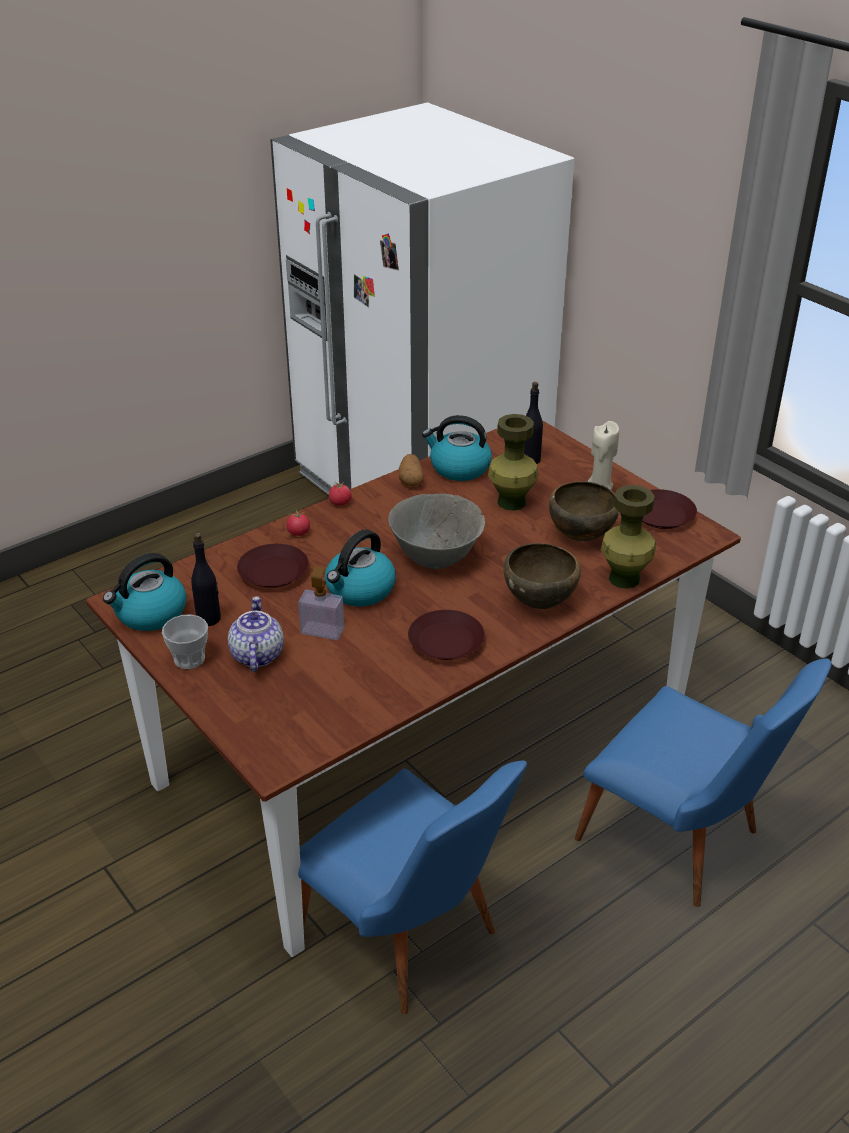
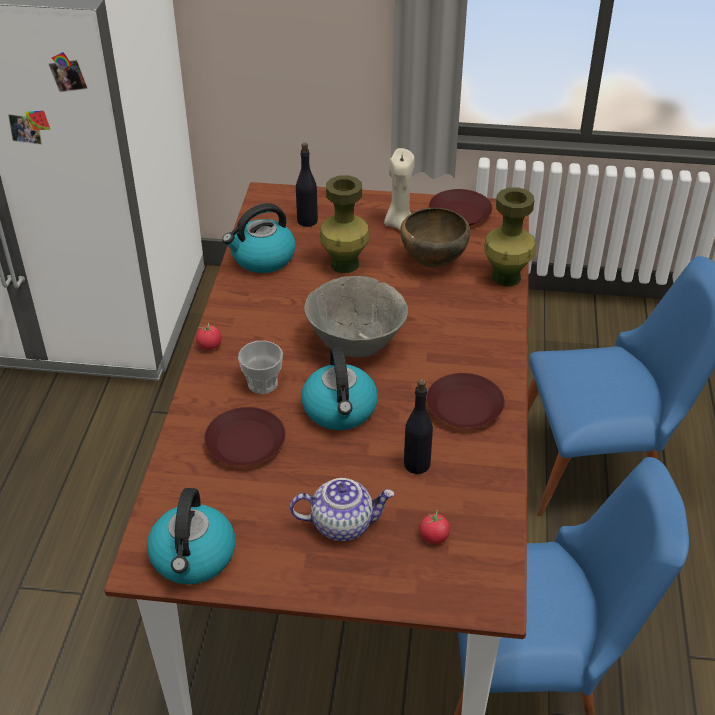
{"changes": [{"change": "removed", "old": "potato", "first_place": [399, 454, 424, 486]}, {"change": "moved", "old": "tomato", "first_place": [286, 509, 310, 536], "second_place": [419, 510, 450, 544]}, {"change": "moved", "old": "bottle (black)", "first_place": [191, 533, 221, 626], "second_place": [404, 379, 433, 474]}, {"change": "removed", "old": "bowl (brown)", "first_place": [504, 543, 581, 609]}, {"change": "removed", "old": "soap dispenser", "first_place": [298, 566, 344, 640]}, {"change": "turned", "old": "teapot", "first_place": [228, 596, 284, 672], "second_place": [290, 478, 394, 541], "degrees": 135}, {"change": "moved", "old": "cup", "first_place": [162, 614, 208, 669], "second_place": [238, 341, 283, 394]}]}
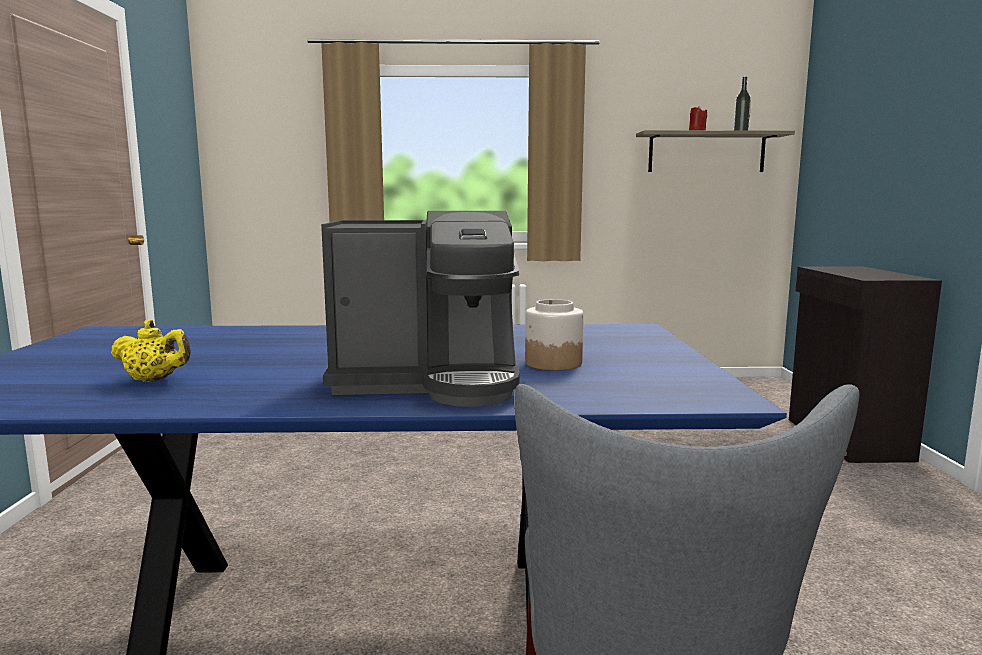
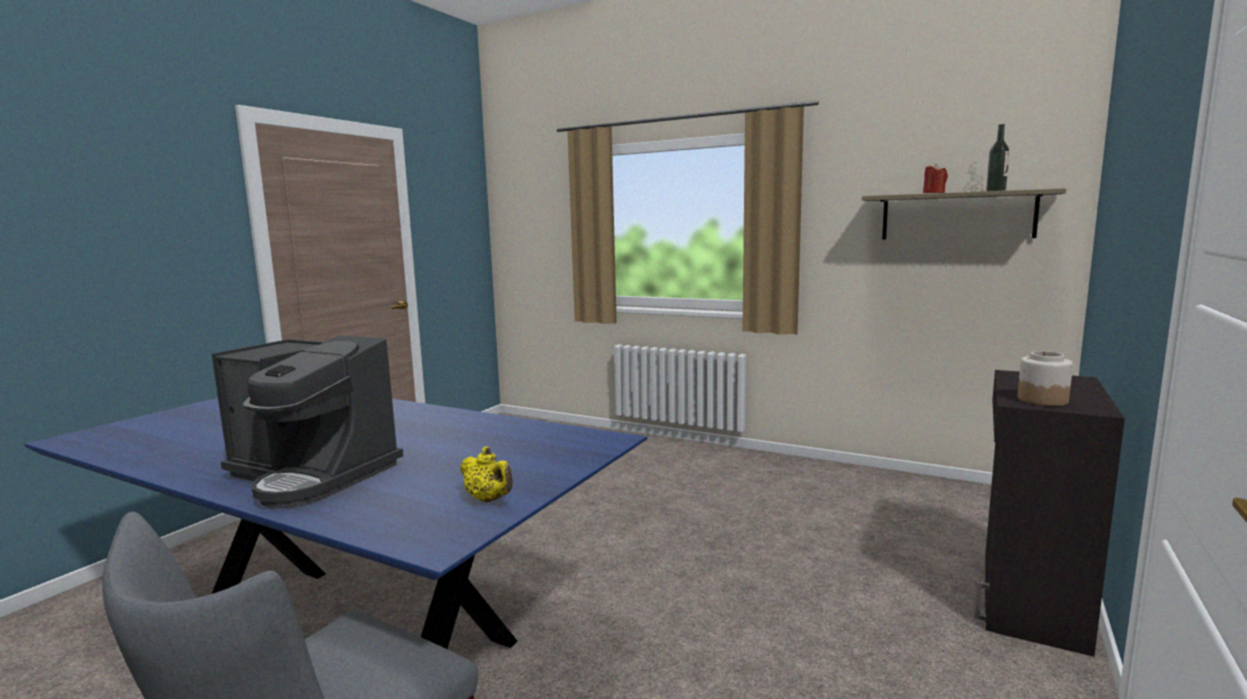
{"changes": [{"change": "moved", "old": "jar", "first_place": [525, 299, 584, 370], "second_place": [1017, 351, 1073, 406]}, {"change": "moved", "old": "teapot (yellow)", "first_place": [111, 319, 191, 381], "second_place": [460, 446, 513, 502]}]}
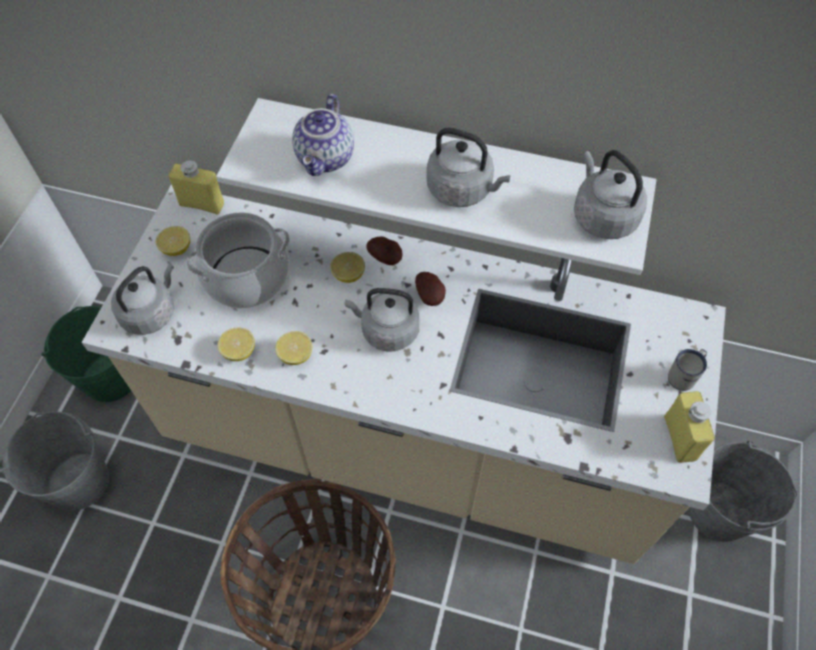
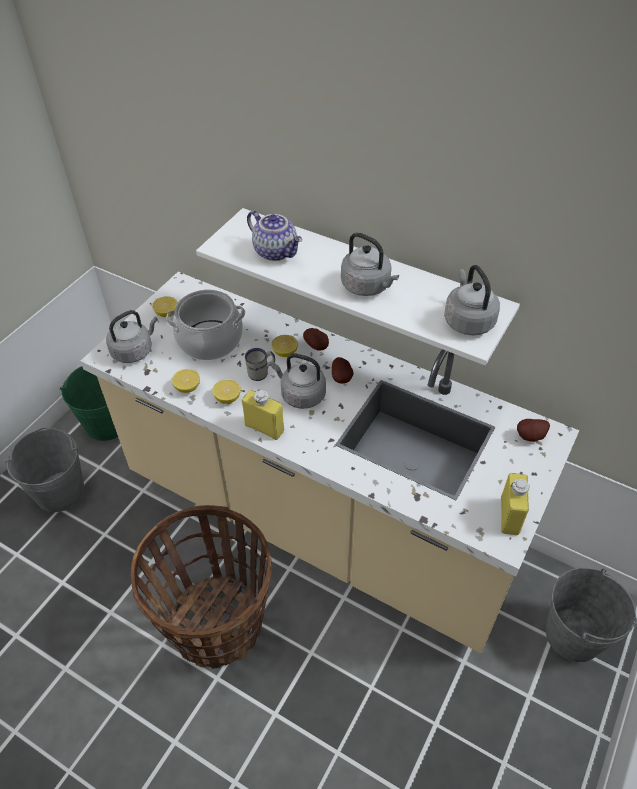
{"changes": [{"change": "turned", "old": "teapot", "first_place": [292, 94, 354, 176], "second_place": [247, 211, 302, 261], "degrees": -75}, {"change": "moved", "old": "bottle (yellow)", "first_place": [168, 161, 224, 214], "second_place": [242, 390, 284, 440]}, {"change": "moved", "old": "mug (white)", "first_place": [668, 349, 707, 391], "second_place": [245, 348, 275, 381]}, {"change": "added", "new": "potato", "second_place": [517, 419, 550, 442]}]}
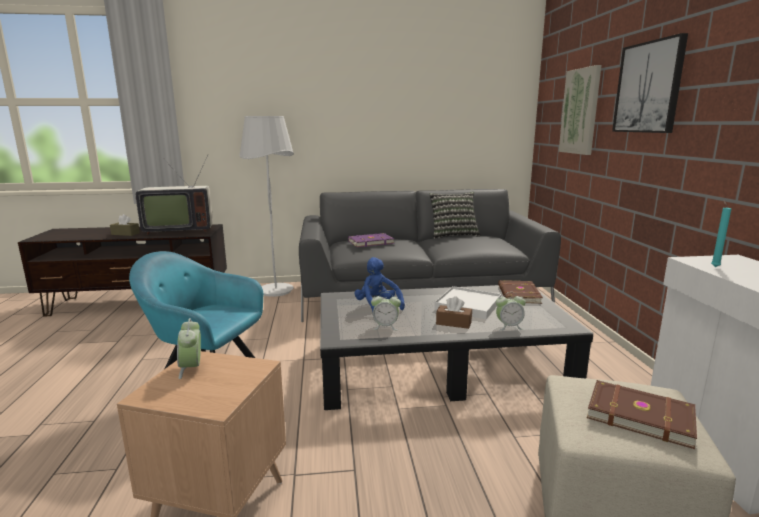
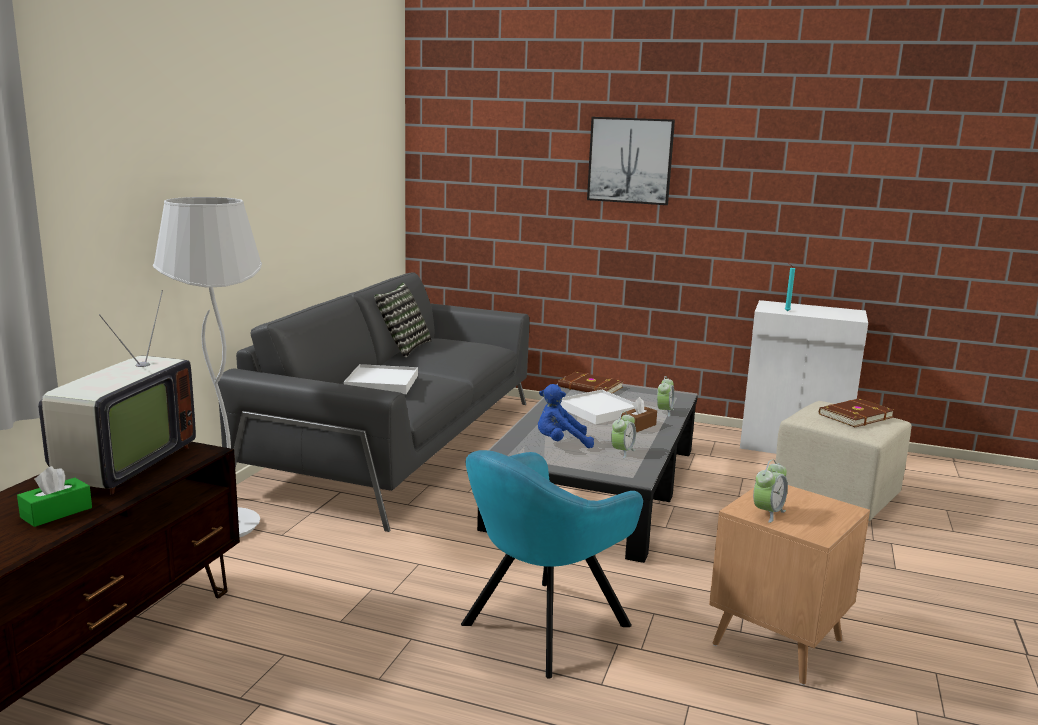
{"changes": [{"change": "removed", "old": "picture", "first_place": [559, 65, 602, 155]}, {"change": "recoloured", "old": "tissue box (brown)", "new": "tissue box (green)", "first_place": [110, 214, 140, 236], "second_place": [17, 466, 92, 527]}, {"change": "replaced", "old": "book (purple)", "new": "tray (white)", "first_place": [348, 233, 395, 247], "second_place": [344, 364, 418, 394]}, {"change": "turned", "old": "alarm clock", "first_place": [177, 318, 201, 379], "second_place": [753, 459, 788, 523], "degrees": -60}]}
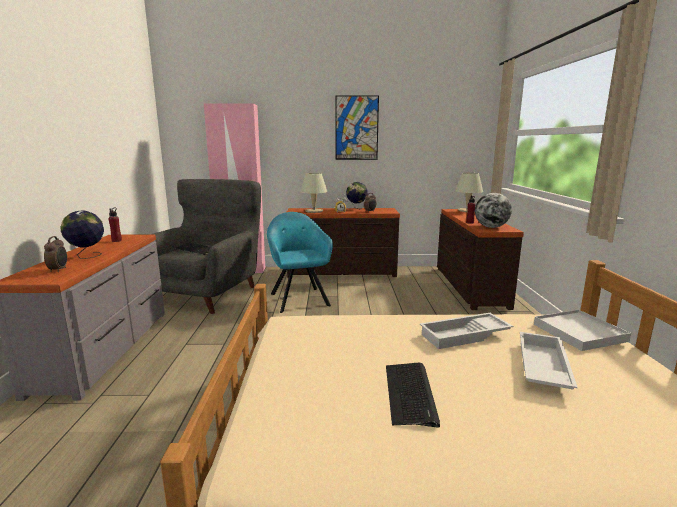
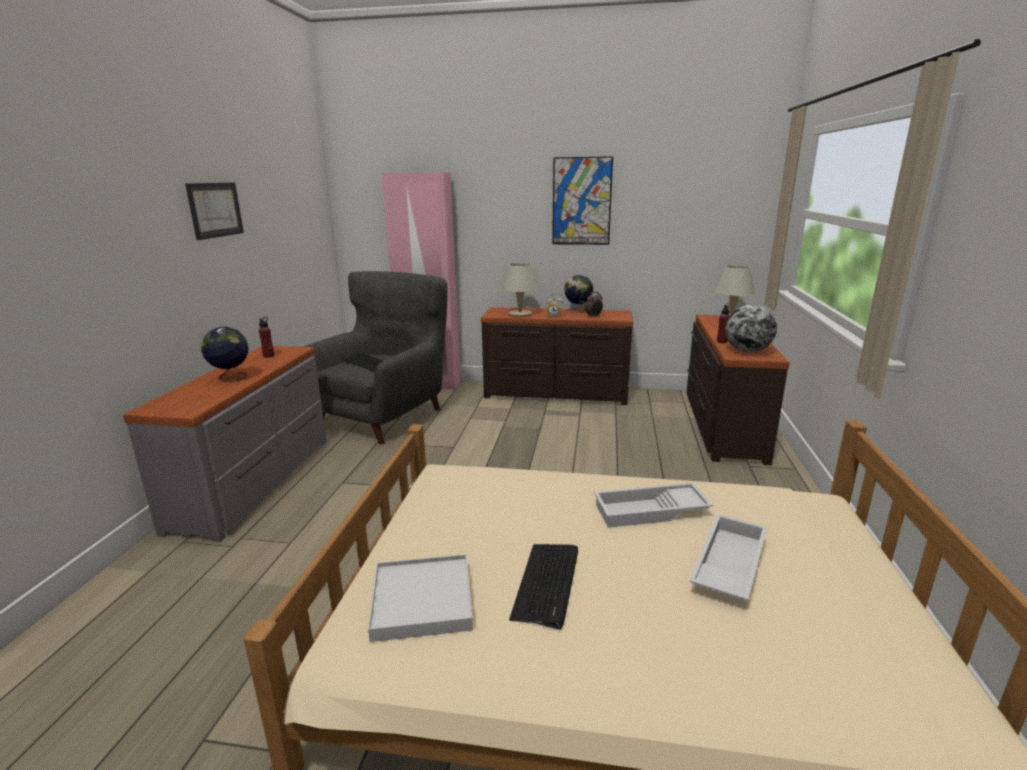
{"changes": [{"change": "removed", "old": "armchair (turquoise)", "first_place": [267, 212, 333, 313]}, {"change": "removed", "old": "alarm clock", "first_place": [44, 236, 67, 272]}, {"change": "moved", "old": "tray (white)", "first_place": [534, 310, 631, 351], "second_place": [368, 554, 473, 642]}, {"change": "added", "new": "picture", "second_place": [185, 183, 244, 240]}]}
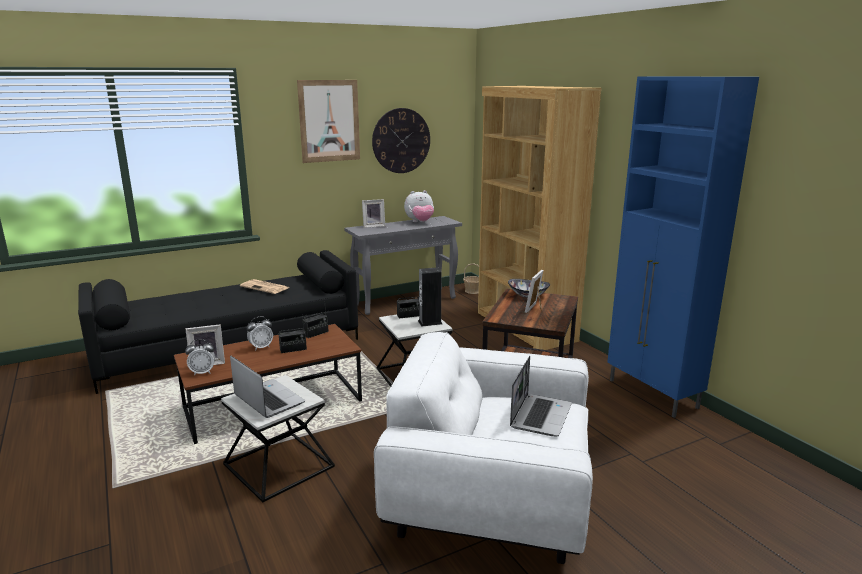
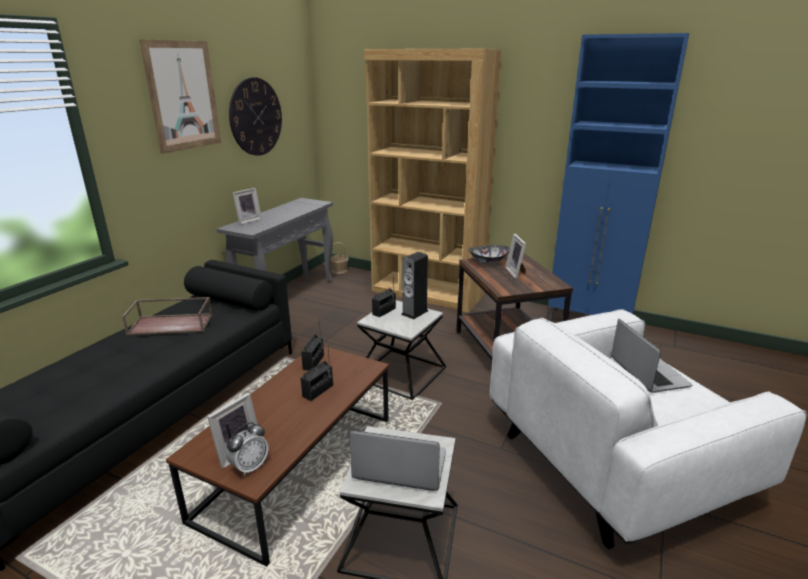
{"changes": [{"change": "removed", "old": "plush toy", "first_place": [404, 190, 434, 222]}, {"change": "replaced", "old": "newspaper", "new": "tray (brown)", "first_place": [240, 279, 289, 294], "second_place": [122, 297, 213, 335]}, {"change": "removed", "old": "alarm clock", "first_place": [247, 316, 273, 351]}]}
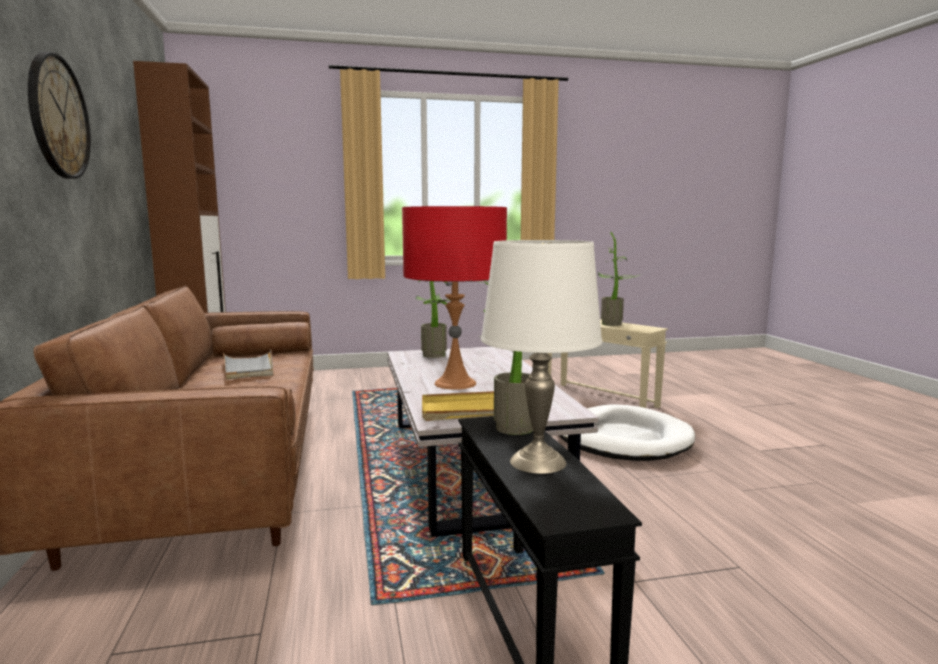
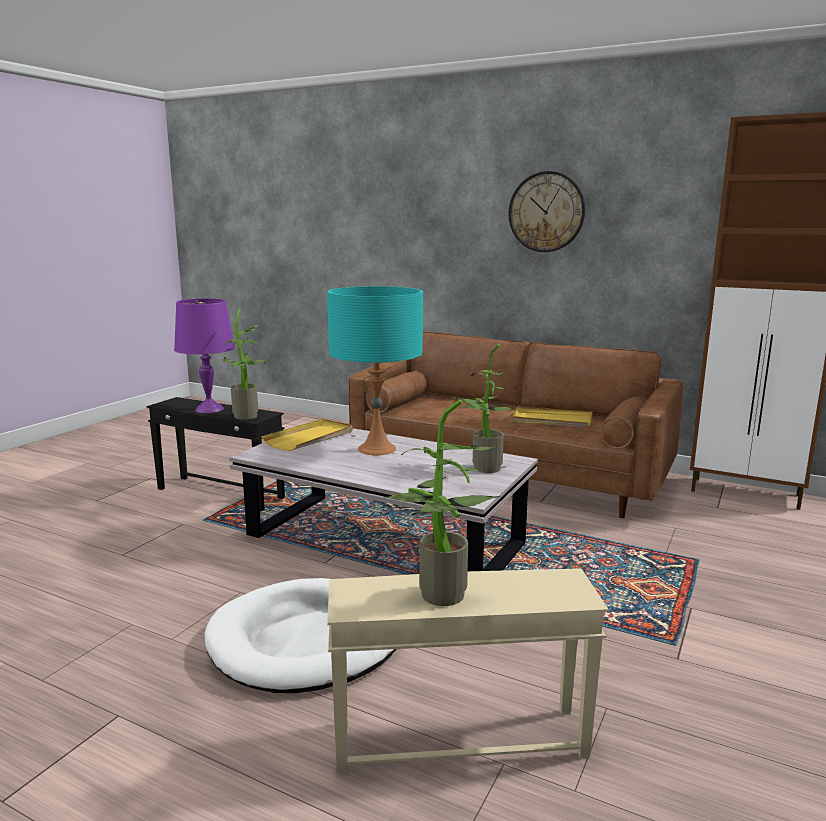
{"changes": [{"change": "recoloured", "old": "table lamp (red)", "new": "table lamp (turquoise)", "first_place": [402, 206, 507, 390], "second_place": [327, 286, 423, 455]}, {"change": "recoloured", "old": "table lamp (white)", "new": "table lamp (purple)", "first_place": [481, 240, 602, 474], "second_place": [174, 299, 235, 413]}, {"change": "recoloured", "old": "tray (grey)", "new": "tray (yellow)", "first_place": [223, 350, 273, 380], "second_place": [510, 407, 592, 427]}]}
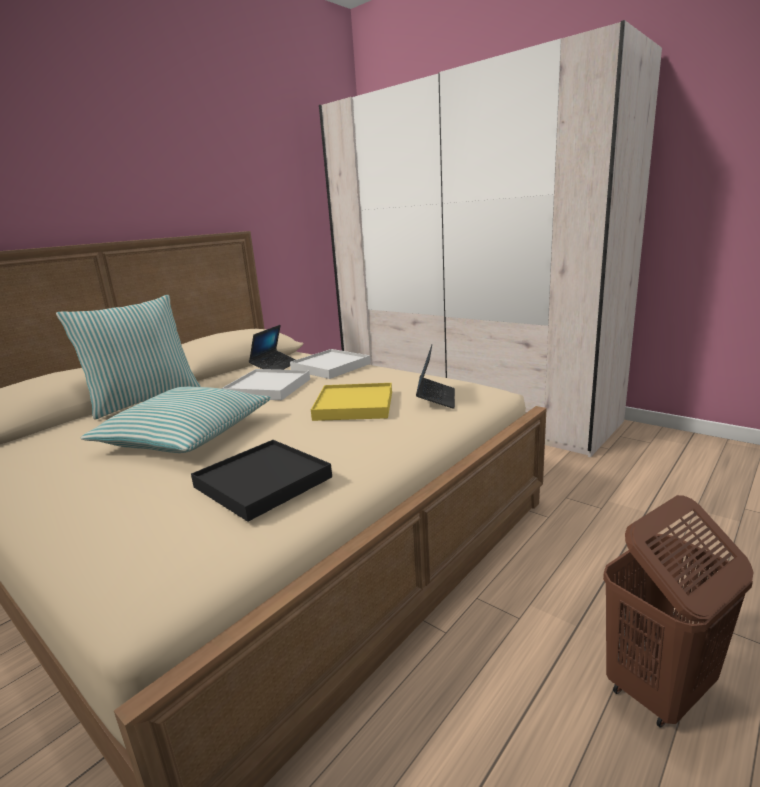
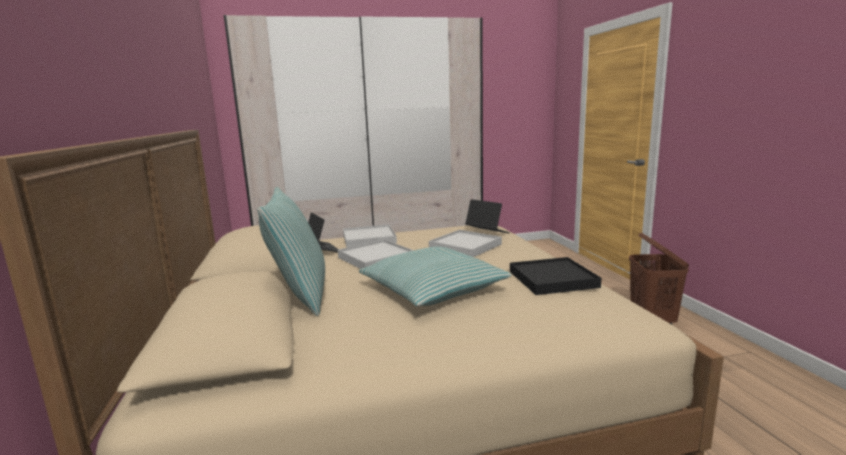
{"changes": [{"change": "recoloured", "old": "tray (yellow)", "new": "tray (white)", "first_place": [311, 383, 392, 421], "second_place": [429, 230, 502, 257]}]}
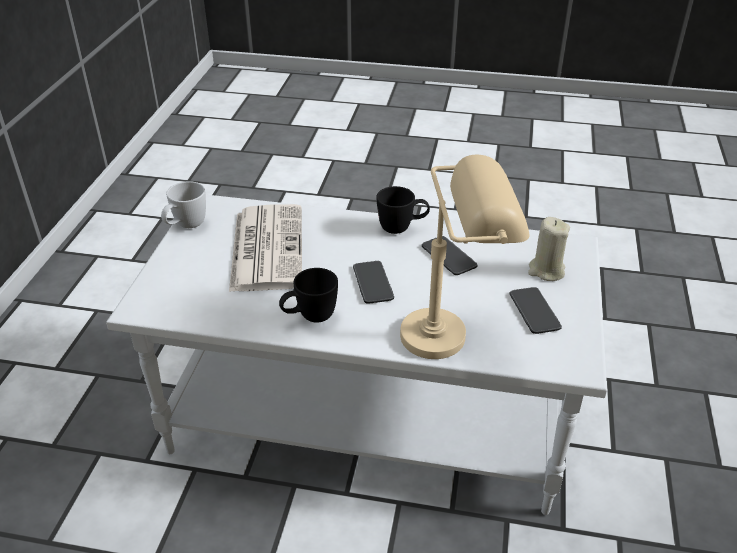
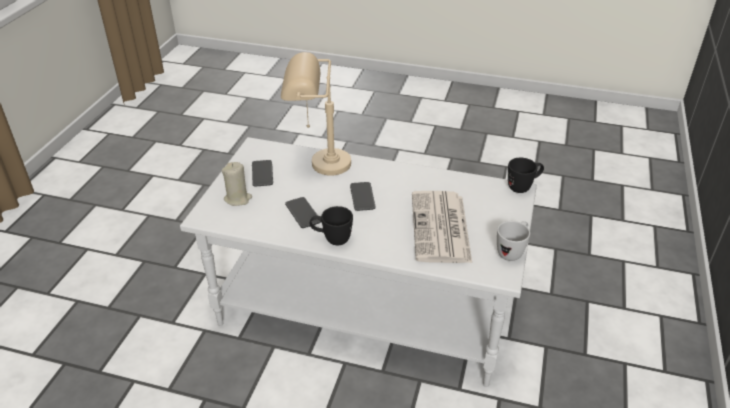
{"changes": [{"change": "moved", "old": "mug (black)", "first_place": [279, 268, 338, 322], "second_place": [508, 158, 544, 193]}]}
